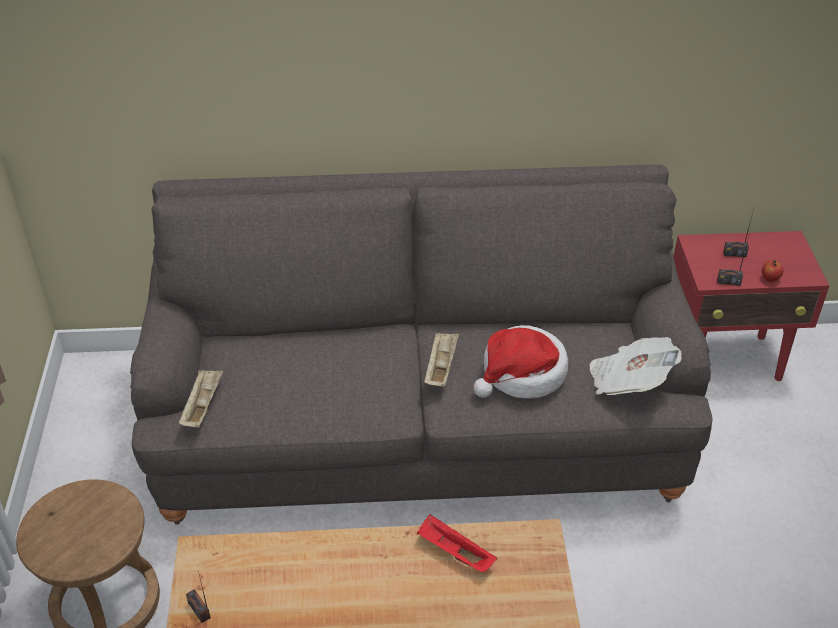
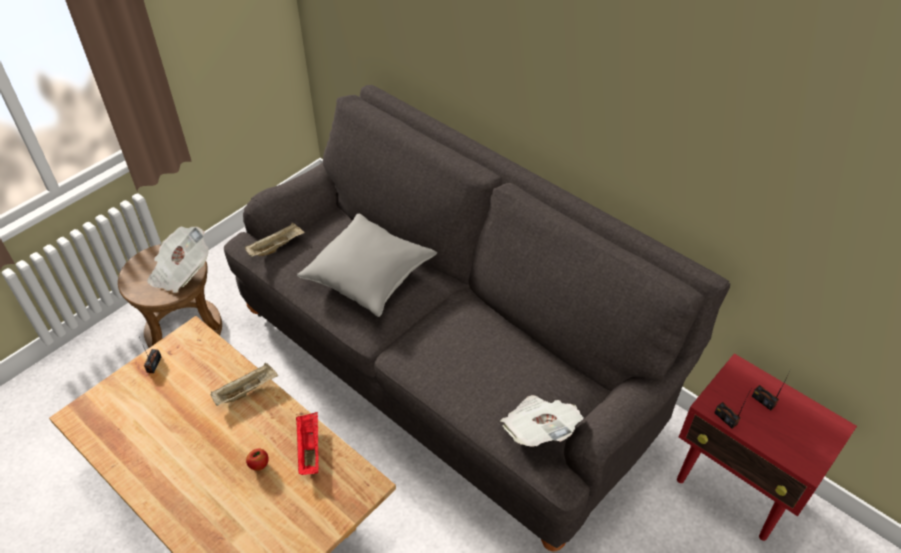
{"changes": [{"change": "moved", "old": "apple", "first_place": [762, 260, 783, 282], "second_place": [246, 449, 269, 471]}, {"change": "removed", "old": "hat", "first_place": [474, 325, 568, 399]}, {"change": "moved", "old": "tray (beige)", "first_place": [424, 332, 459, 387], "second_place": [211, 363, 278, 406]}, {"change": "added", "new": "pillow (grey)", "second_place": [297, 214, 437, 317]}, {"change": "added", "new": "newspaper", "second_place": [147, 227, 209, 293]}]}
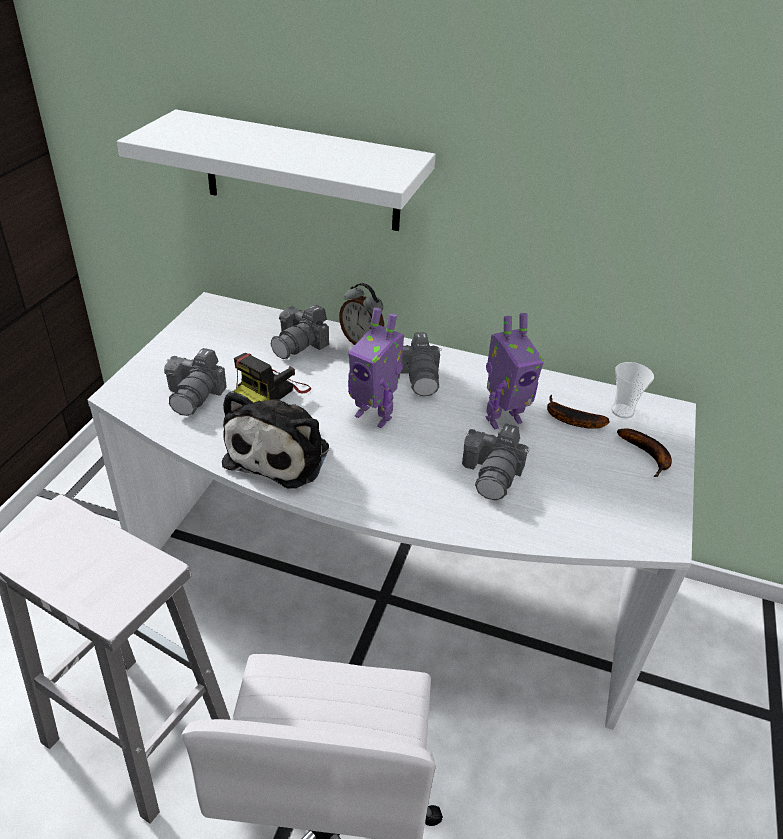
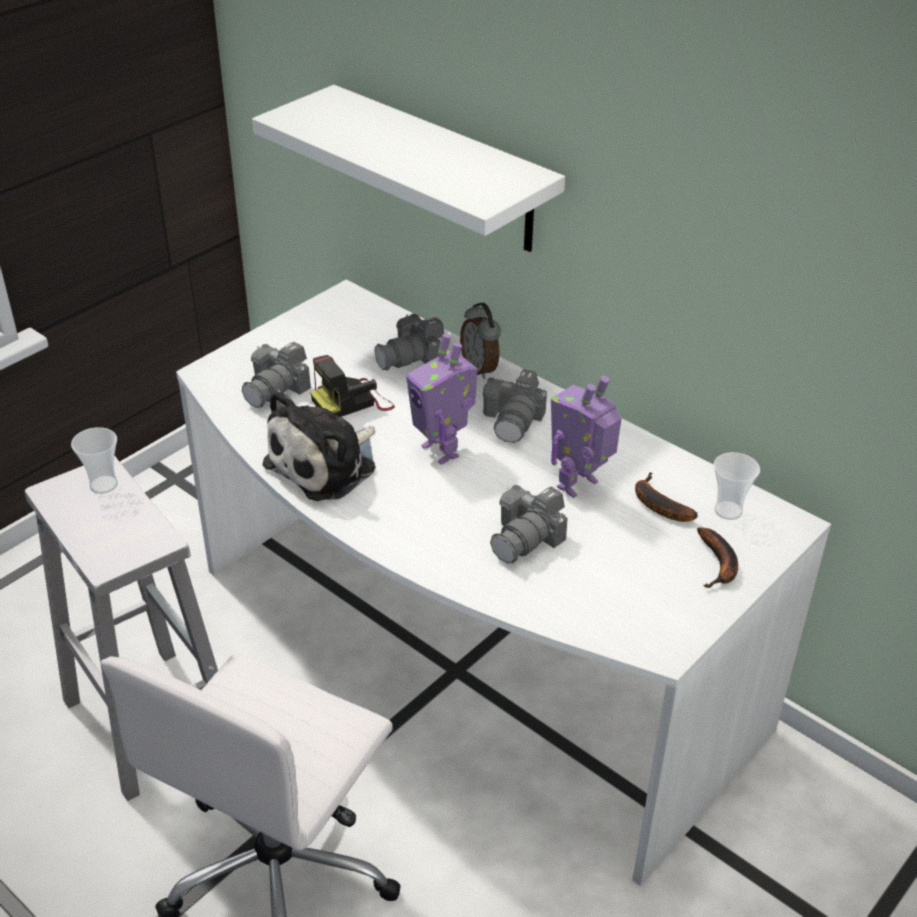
{"changes": [{"change": "turned", "old": "toy robot", "first_place": [485, 313, 544, 430], "second_place": [551, 376, 622, 498], "degrees": 135}, {"change": "added", "new": "cup", "second_place": [71, 427, 118, 494]}]}
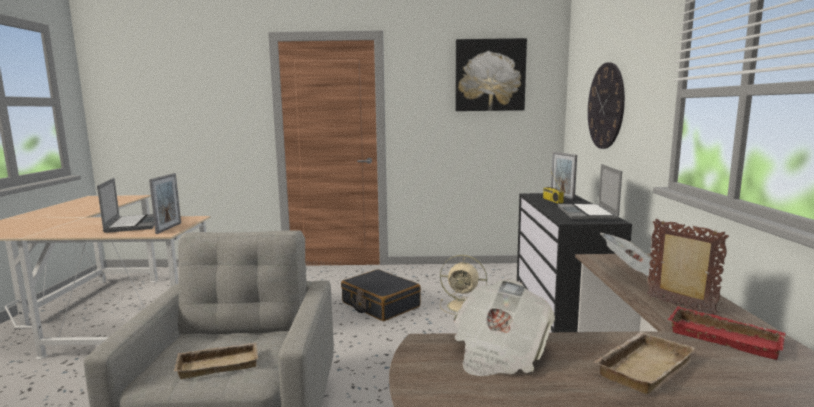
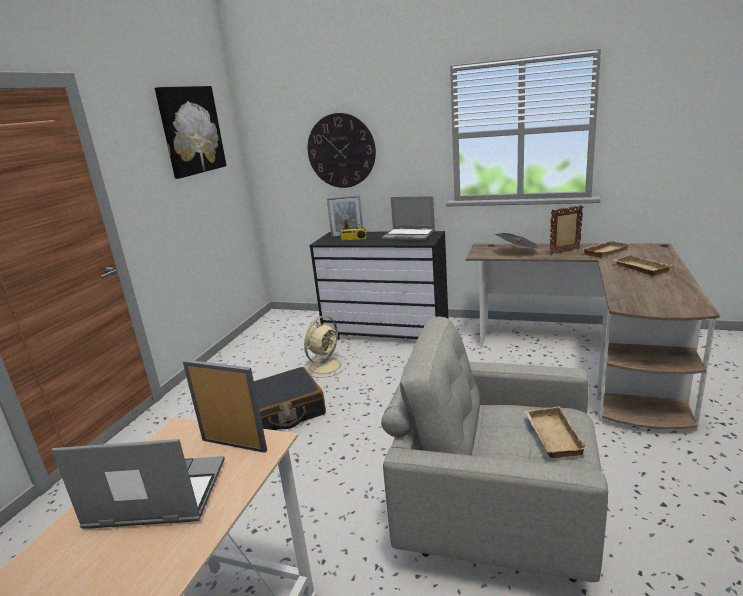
{"changes": [{"change": "removed", "old": "newspaper", "first_place": [454, 279, 555, 376]}, {"change": "recoloured", "old": "tray (red)", "new": "tray (beige)", "first_place": [668, 306, 785, 360], "second_place": [583, 241, 629, 258]}]}
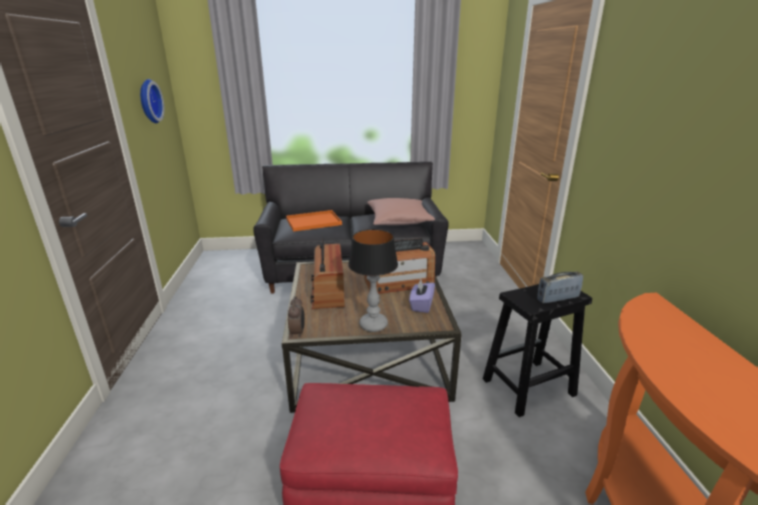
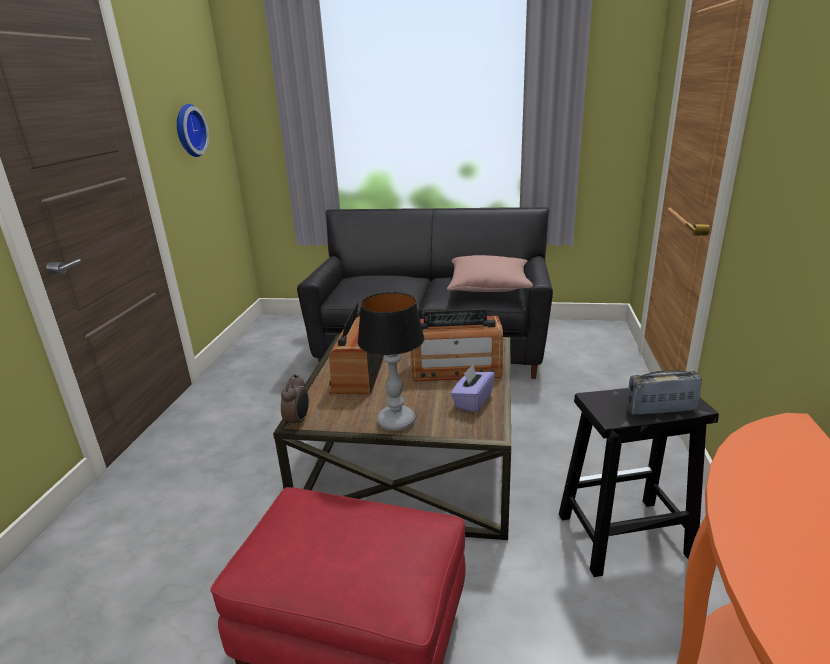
{"changes": [{"change": "removed", "old": "tray (orange)", "first_place": [286, 210, 342, 232]}]}
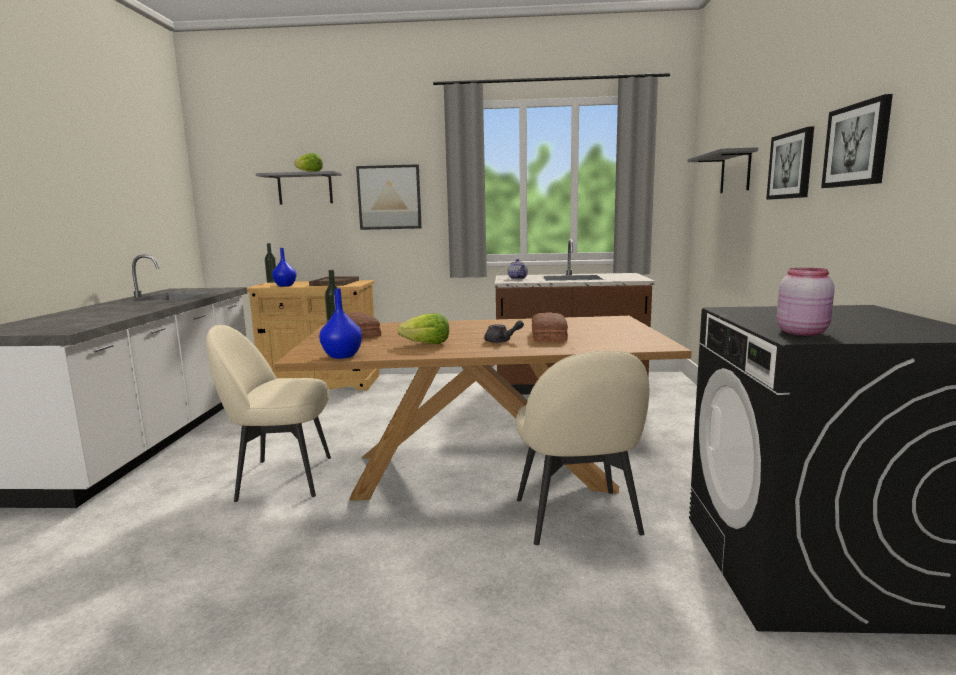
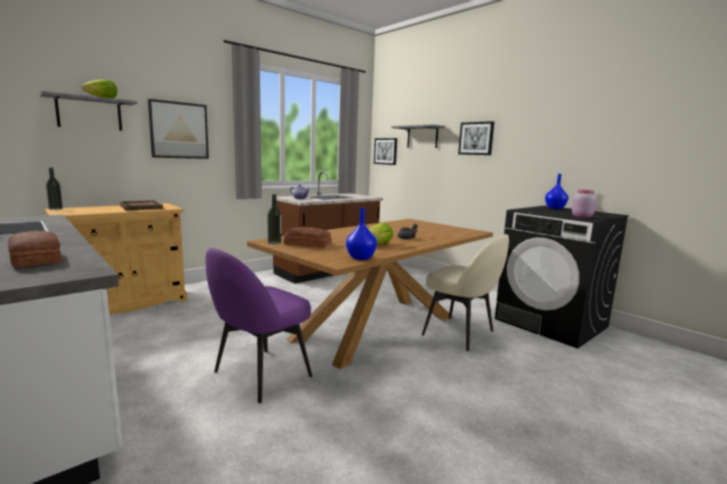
{"changes": [{"change": "moved", "old": "picture", "first_place": [821, 94, 893, 188], "second_place": [374, 138, 397, 165]}, {"change": "moved", "old": "vase (blue)", "first_place": [272, 248, 297, 286], "second_place": [545, 174, 568, 209]}, {"change": "moved", "old": "bread", "first_place": [532, 312, 568, 342], "second_place": [8, 231, 62, 267]}, {"change": "recoloured", "old": "chair (beige)", "new": "chair (purple)", "first_place": [206, 325, 331, 502], "second_place": [206, 248, 312, 403]}]}
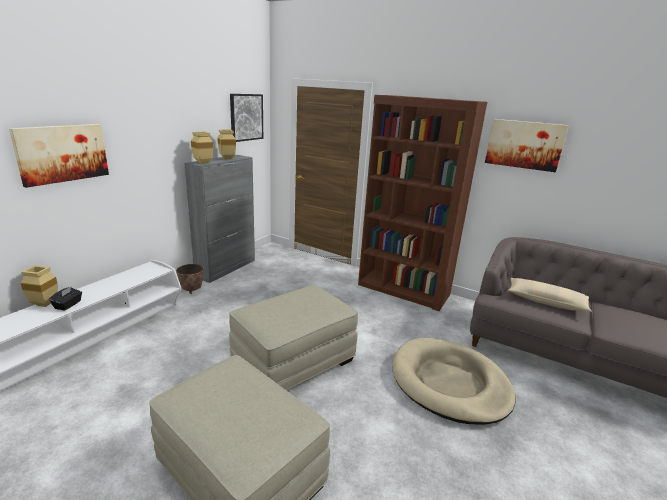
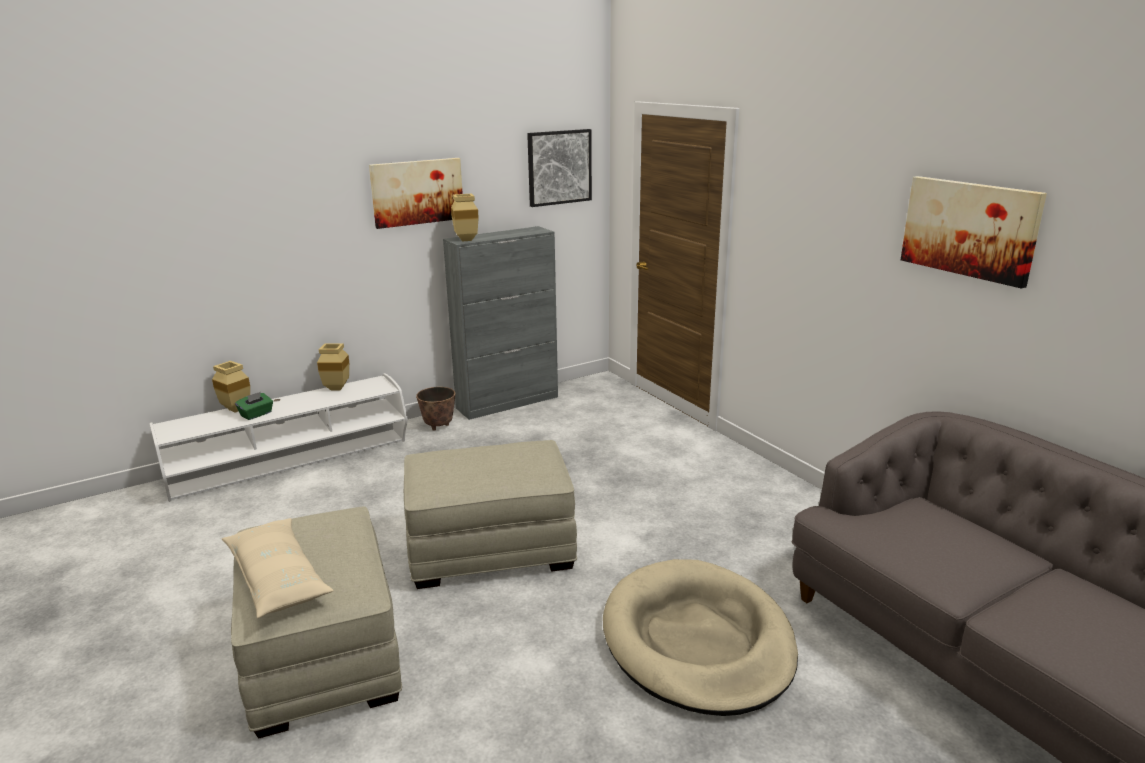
{"changes": [{"change": "removed", "old": "bookcase (brown)", "first_place": [358, 95, 487, 311]}, {"change": "moved", "old": "picture", "first_place": [9, 124, 109, 188], "second_place": [369, 158, 463, 229]}, {"change": "moved", "old": "vase (beige)", "first_place": [217, 130, 236, 160], "second_place": [317, 343, 349, 390]}, {"change": "moved", "old": "pillow (beige)", "first_place": [507, 278, 592, 312], "second_place": [222, 518, 334, 618]}, {"change": "recoloured", "old": "tissue box (black)", "new": "tissue box (green)", "first_place": [49, 287, 82, 311], "second_place": [235, 392, 273, 420]}]}
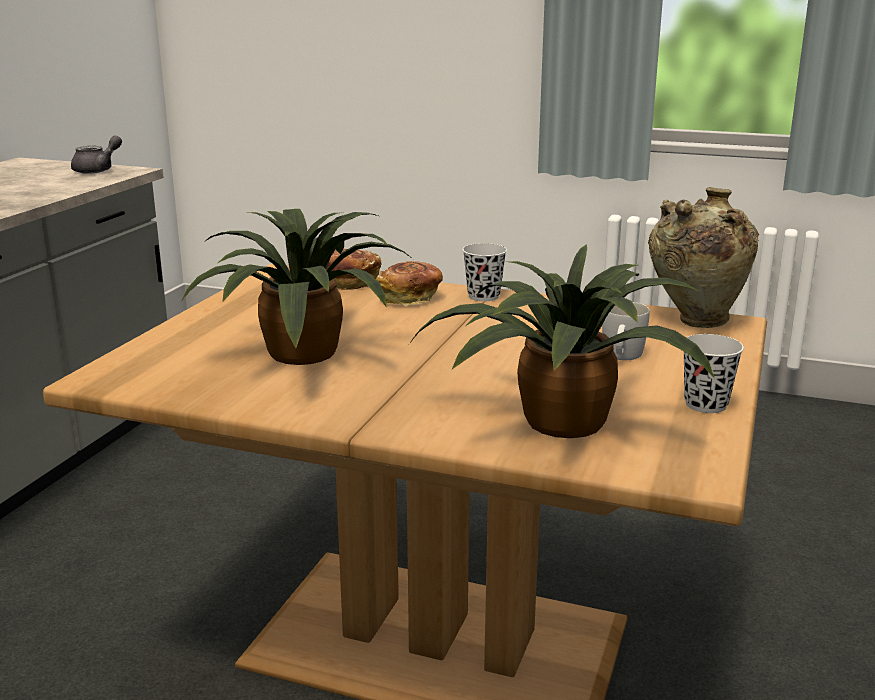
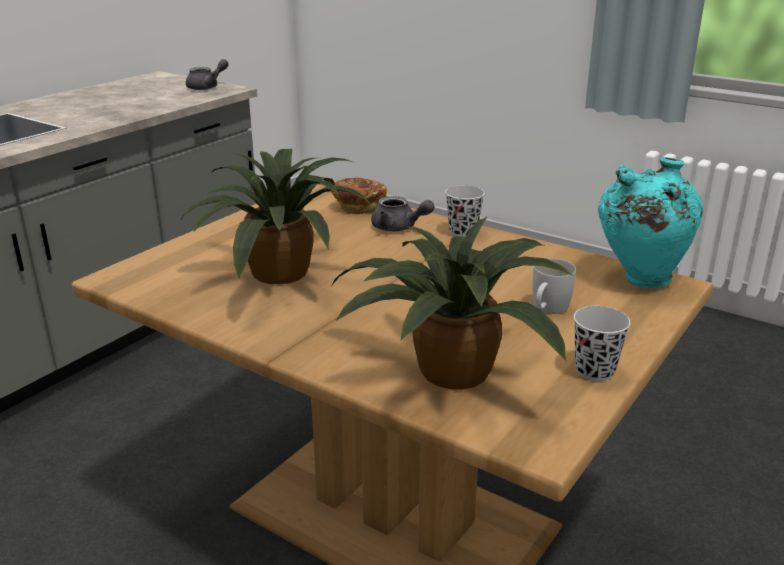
{"changes": [{"change": "recoloured", "old": "vase (beige)", "new": "vase (turquoise)", "first_place": [648, 187, 759, 328], "second_place": [598, 157, 703, 288]}, {"change": "replaced", "old": "bread", "new": "teapot (grey)", "first_place": [376, 261, 443, 305], "second_place": [371, 196, 434, 231]}]}
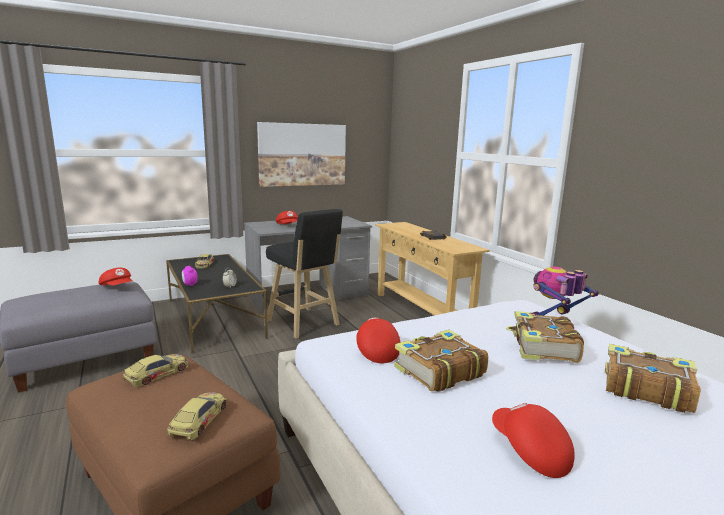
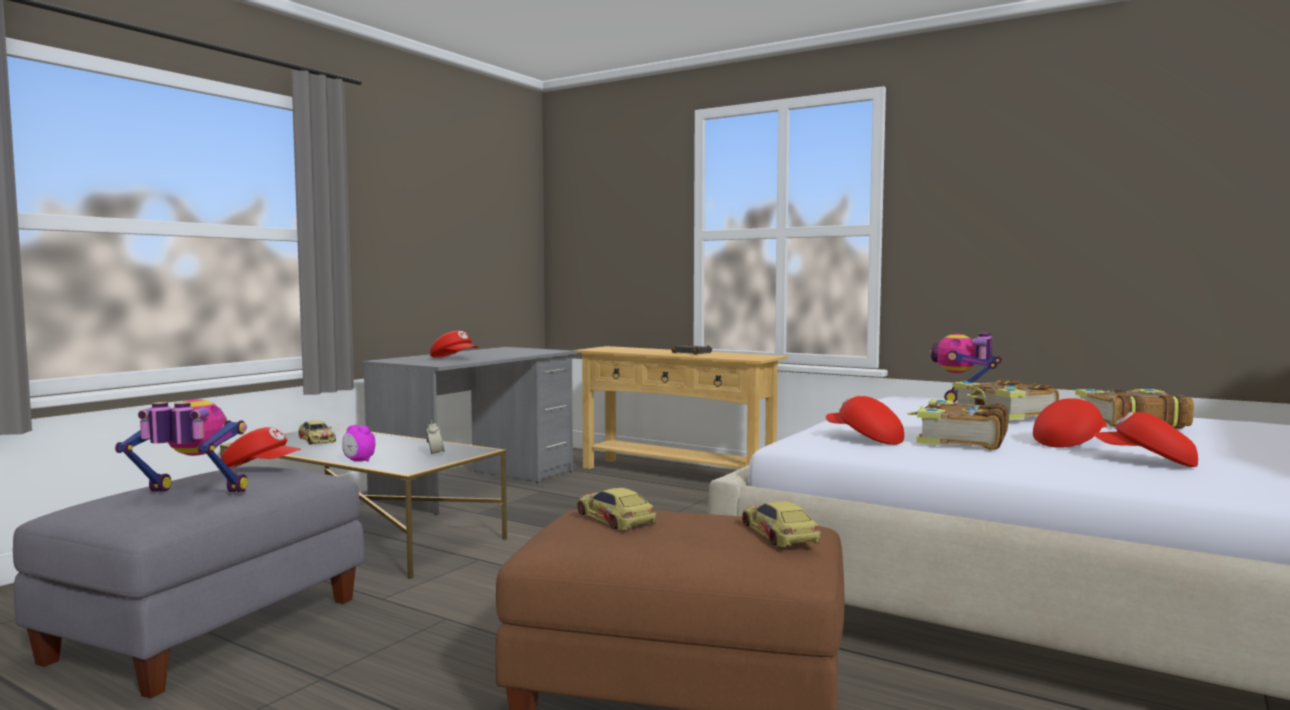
{"changes": [{"change": "removed", "old": "picture", "first_place": [257, 122, 346, 187]}, {"change": "removed", "old": "stool (black)", "first_place": [266, 209, 343, 339]}, {"change": "turned", "old": "toy car", "first_place": [123, 354, 188, 387], "second_place": [577, 488, 656, 530], "degrees": -45}, {"change": "added", "new": "cap (red)", "second_place": [1033, 398, 1107, 448]}, {"change": "added", "new": "toy robot", "second_place": [115, 399, 248, 492]}]}
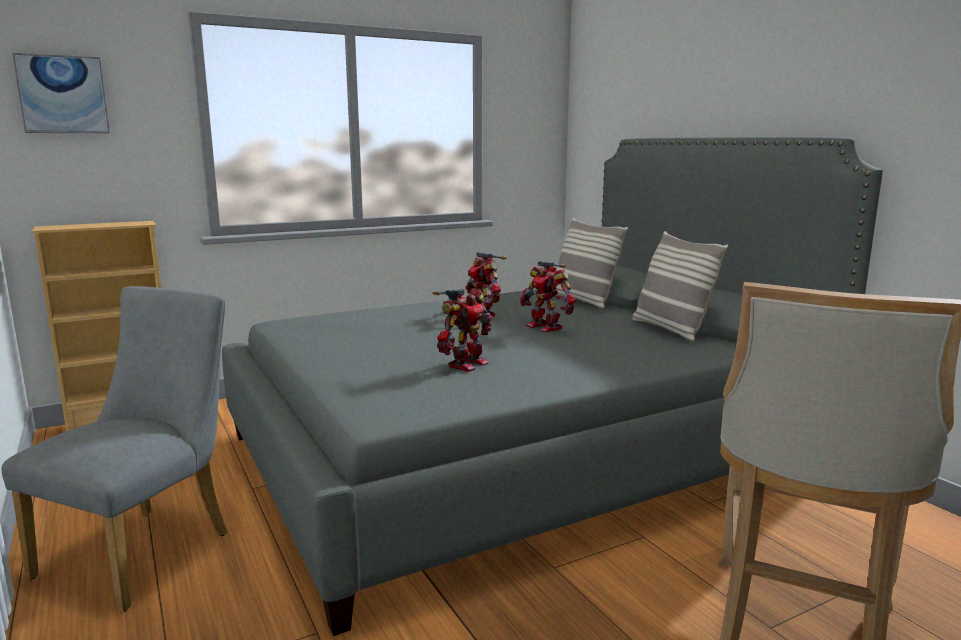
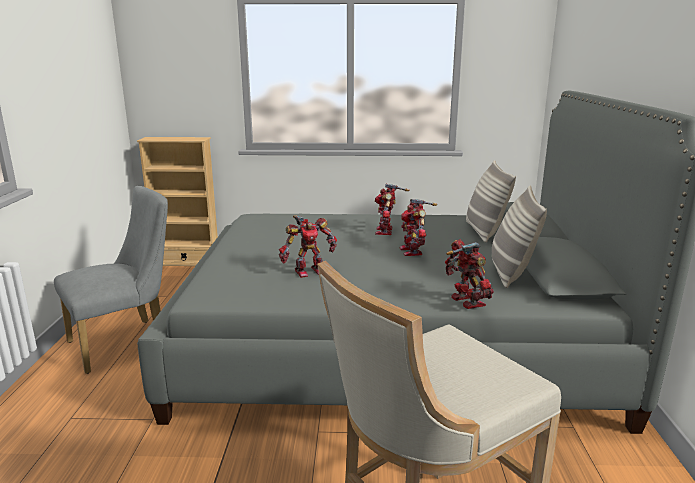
{"changes": [{"change": "removed", "old": "picture", "first_place": [12, 53, 110, 133]}, {"change": "added", "new": "toy robot", "second_place": [445, 239, 494, 309]}]}
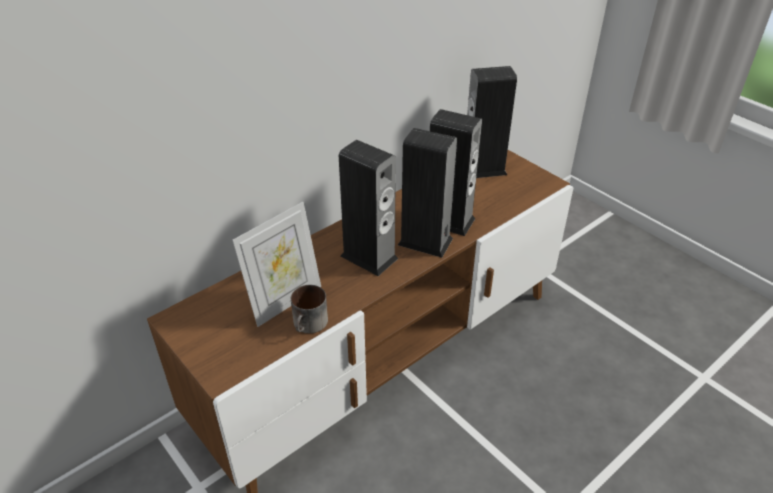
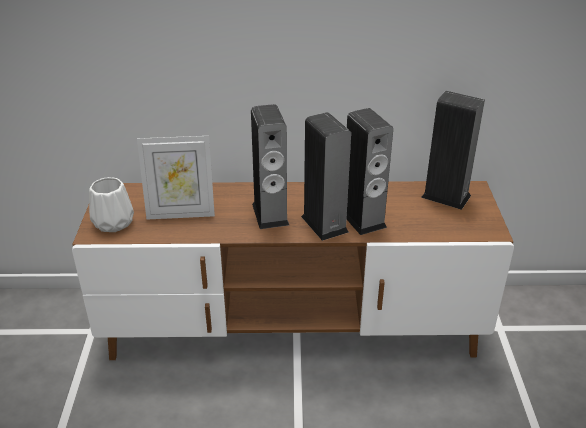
{"changes": [{"change": "removed", "old": "mug", "first_place": [291, 285, 328, 333]}, {"change": "added", "new": "vase (white)", "second_place": [89, 177, 134, 232]}]}
